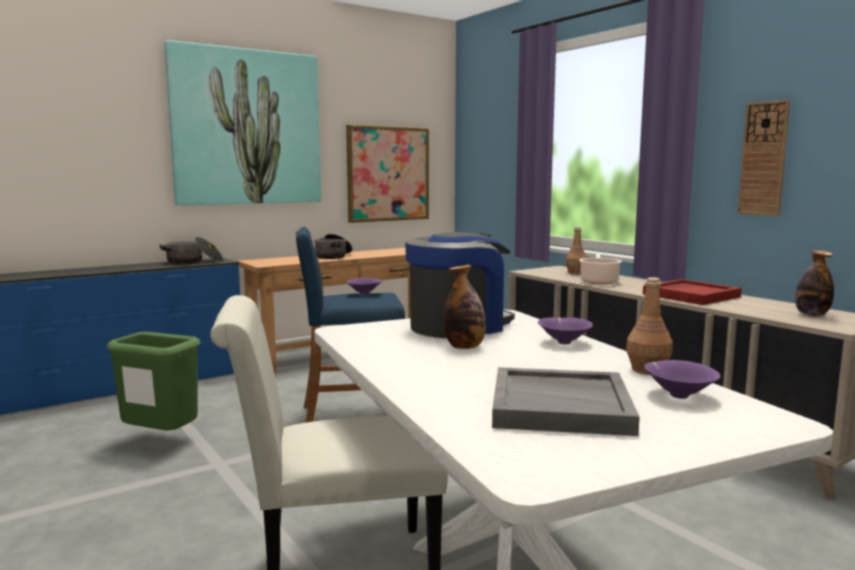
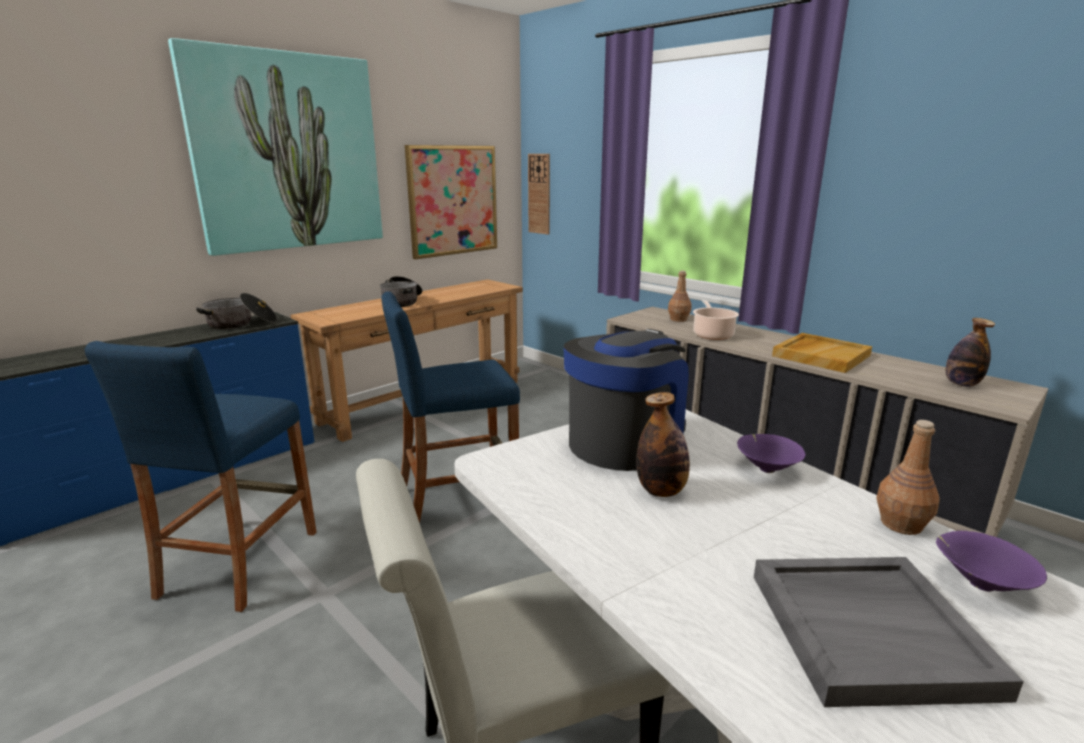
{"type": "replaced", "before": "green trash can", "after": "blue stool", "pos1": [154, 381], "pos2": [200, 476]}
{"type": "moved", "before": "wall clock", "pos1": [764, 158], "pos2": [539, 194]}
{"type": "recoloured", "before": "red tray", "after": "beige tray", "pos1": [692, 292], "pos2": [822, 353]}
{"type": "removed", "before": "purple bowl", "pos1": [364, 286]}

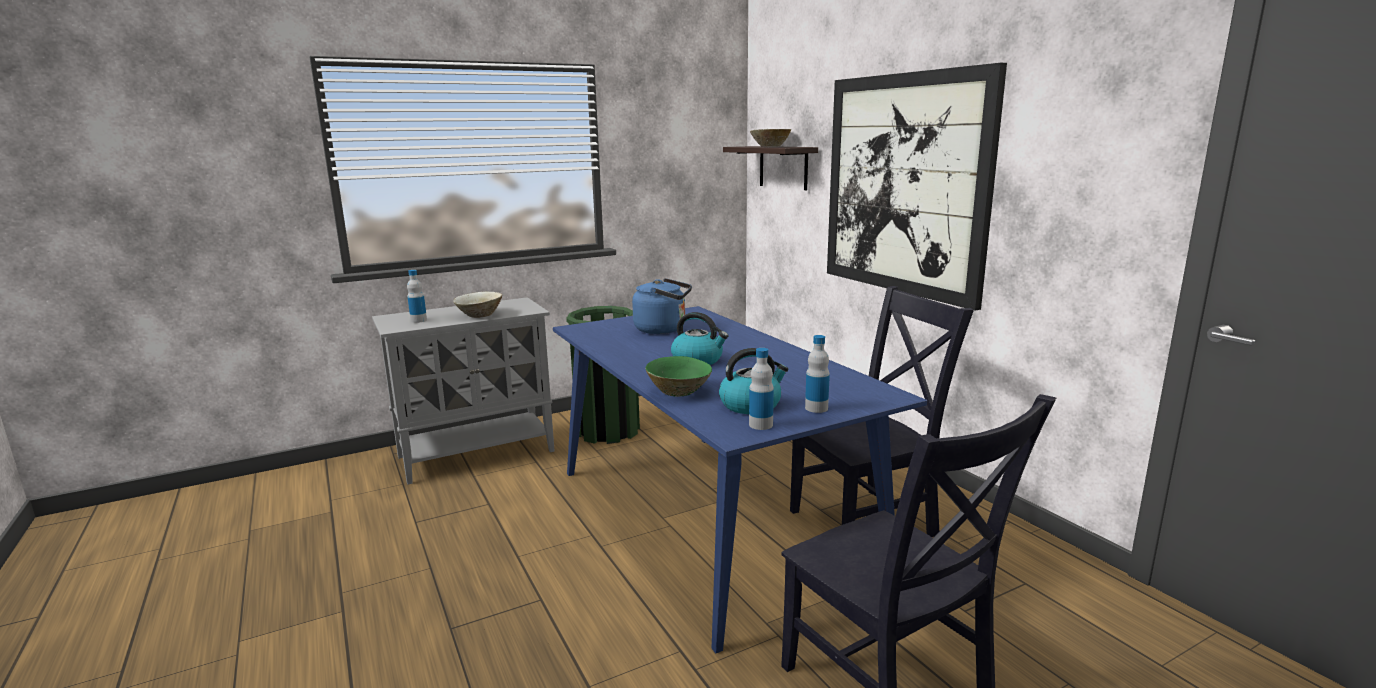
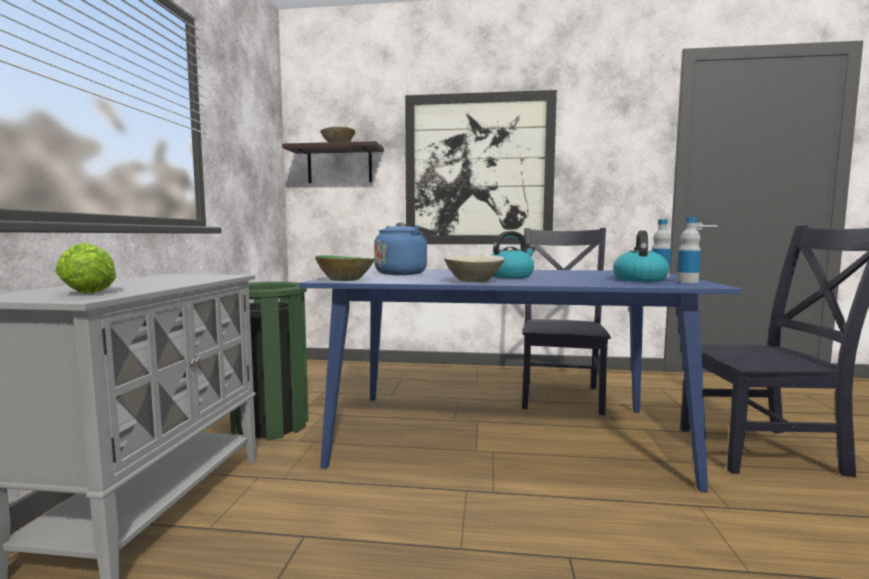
{"type": "replaced", "before": "bottle", "after": "lettuce", "pos1": [417, 296], "pos2": [86, 268]}
{"type": "moved", "before": "green bowl", "pos1": [678, 376], "pos2": [345, 268]}
{"type": "moved", "before": "beige bowl", "pos1": [477, 305], "pos2": [474, 268]}

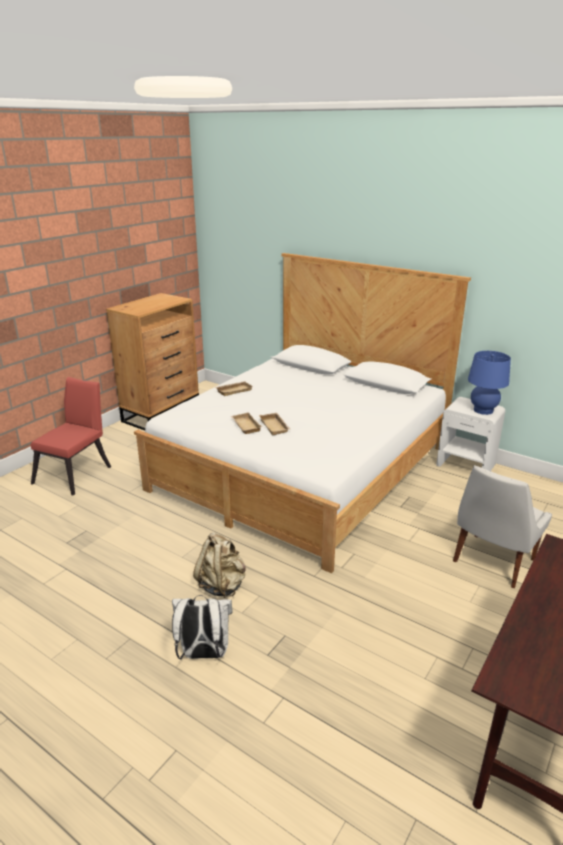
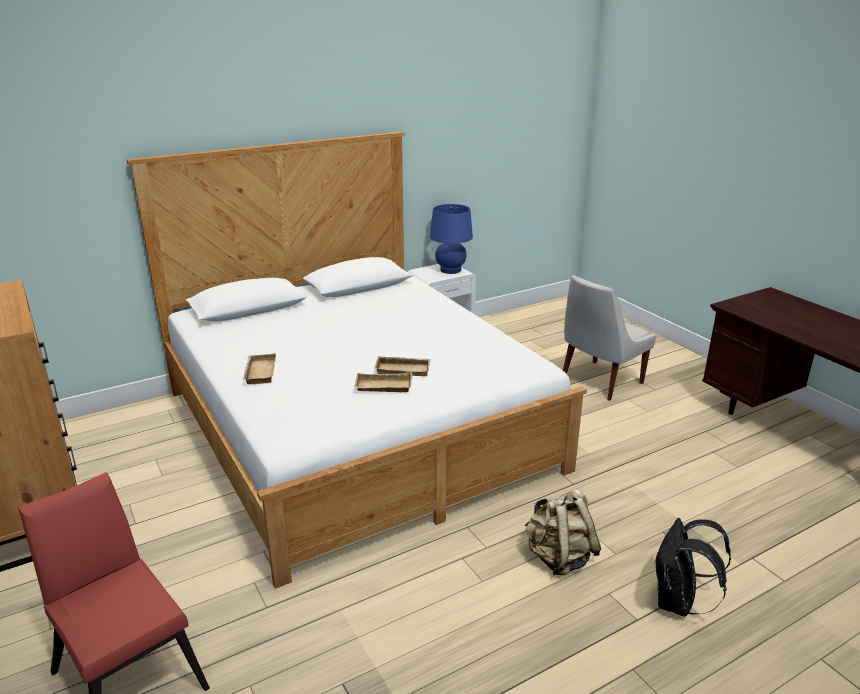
{"type": "turned", "before": "white chair", "pos1": [502, 526], "pos2": [609, 338], "turn": 75}
{"type": "recoloured", "before": "white backpack", "after": "black backpack", "pos1": [202, 627], "pos2": [692, 567]}

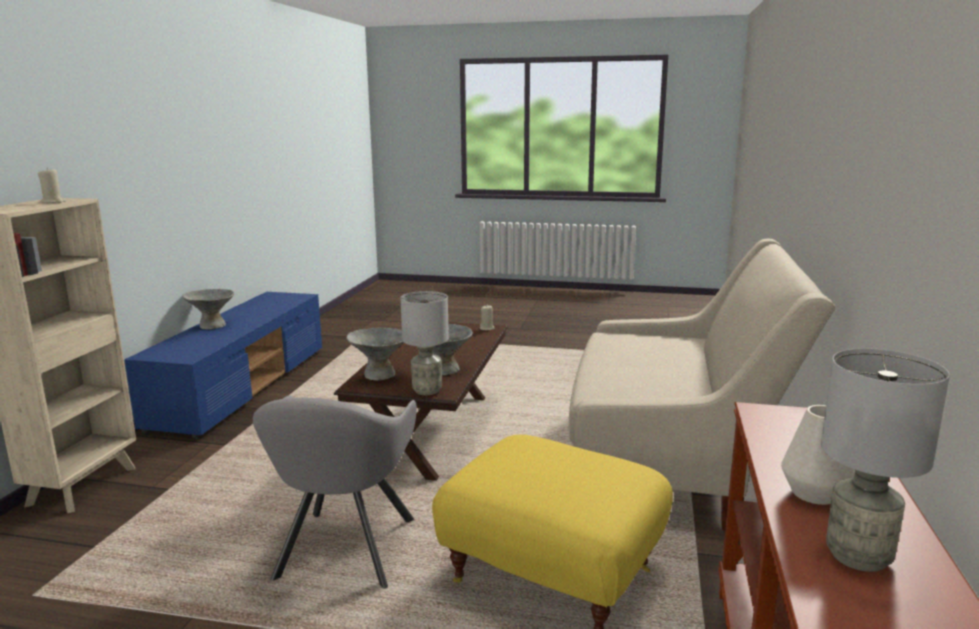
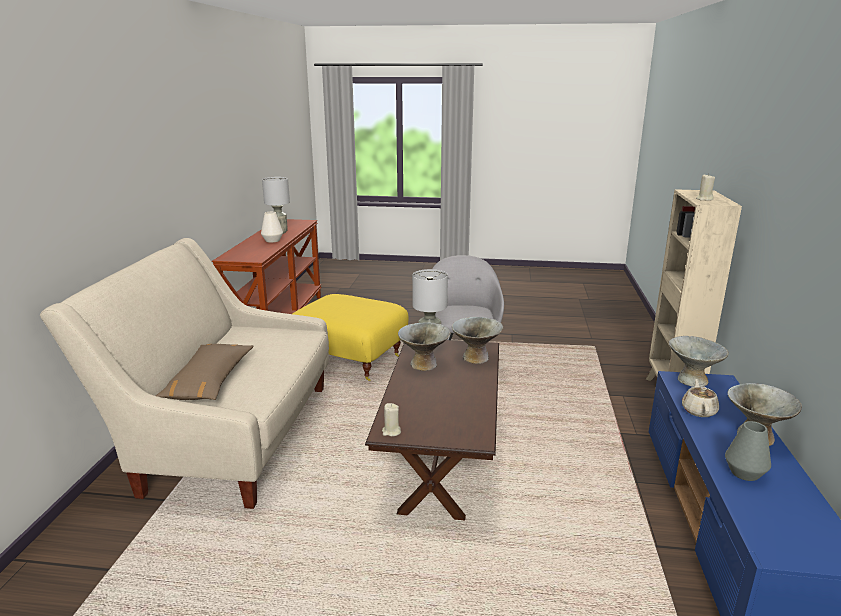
{"type": "added", "after": "brown pillow", "pos2": [205, 372]}
{"type": "added", "after": "grey bowl", "pos2": [699, 361]}
{"type": "added", "after": "beige teapot", "pos2": [700, 398]}
{"type": "added", "after": "grey vase", "pos2": [748, 451]}

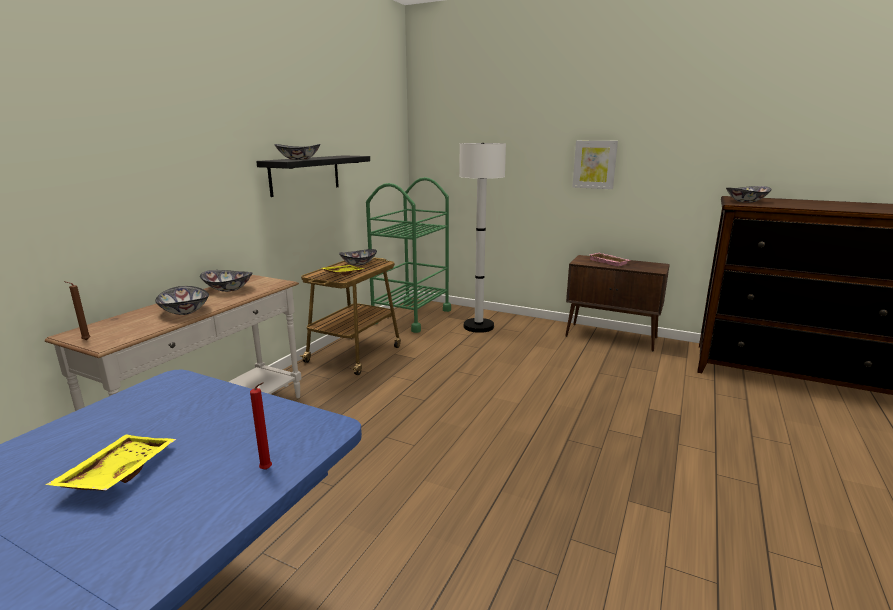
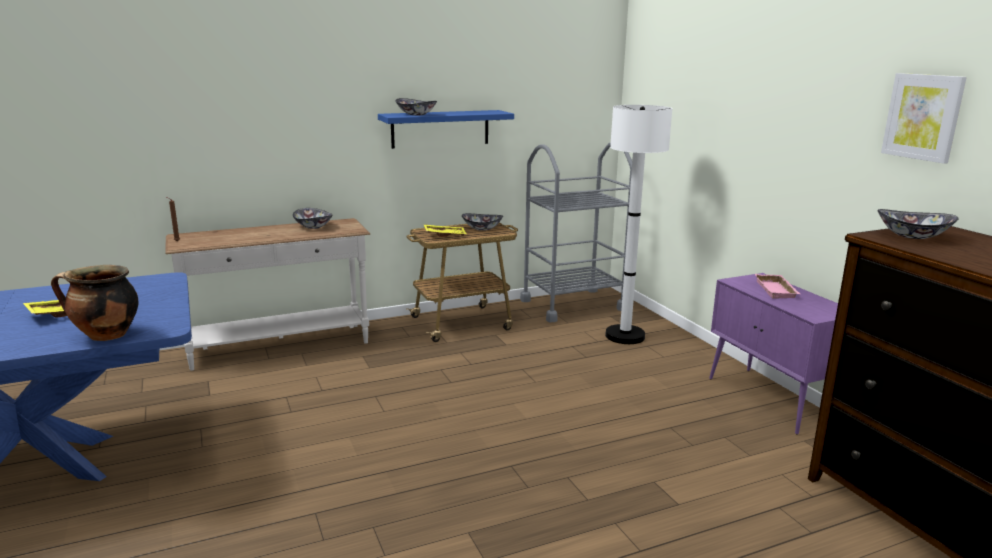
{"type": "replaced", "before": "red candle", "after": "cooking pot", "pos1": [261, 426], "pos2": [94, 303]}
{"type": "recoloured", "before": "black shelf", "after": "blue shelf", "pos1": [313, 176], "pos2": [446, 129]}
{"type": "recoloured", "before": "green cart", "after": "grey cart", "pos1": [408, 255], "pos2": [576, 232]}
{"type": "recoloured", "before": "brown cabinet", "after": "purple cabinet", "pos1": [617, 303], "pos2": [773, 354]}
{"type": "moved", "before": "picture", "pos1": [595, 165], "pos2": [924, 118]}
{"type": "removed", "before": "bowl", "pos1": [182, 300]}

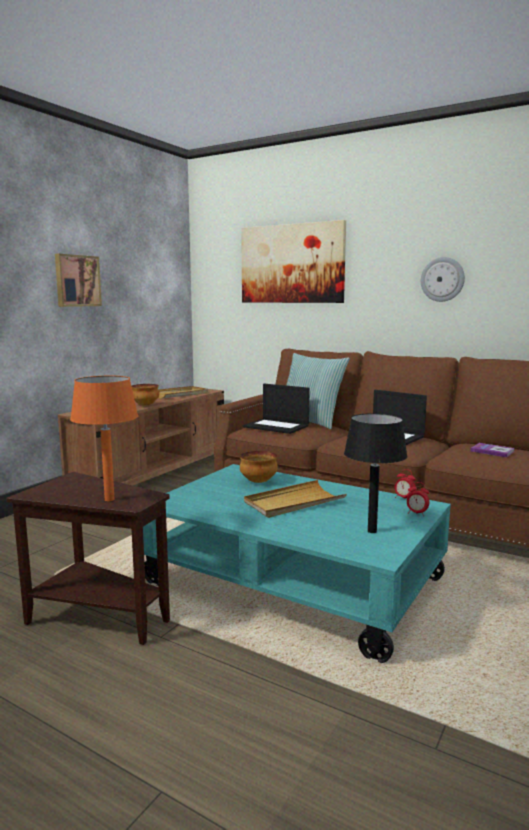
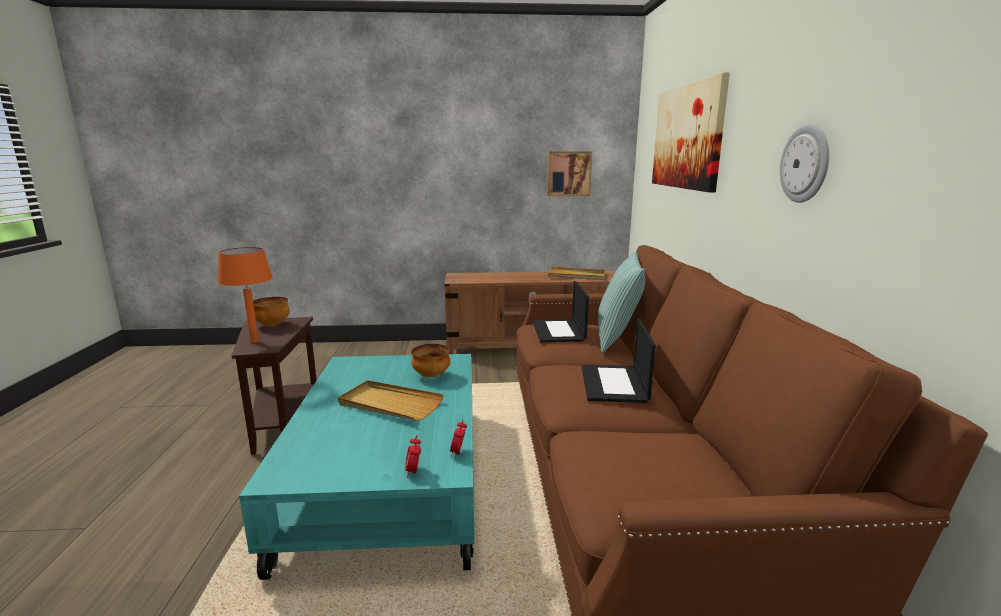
{"type": "moved", "before": "bowl", "pos1": [145, 395], "pos2": [271, 311]}
{"type": "moved", "before": "picture", "pos1": [78, 280], "pos2": [569, 173]}
{"type": "removed", "before": "black table lamp", "pos1": [376, 473]}
{"type": "removed", "before": "book", "pos1": [492, 450]}

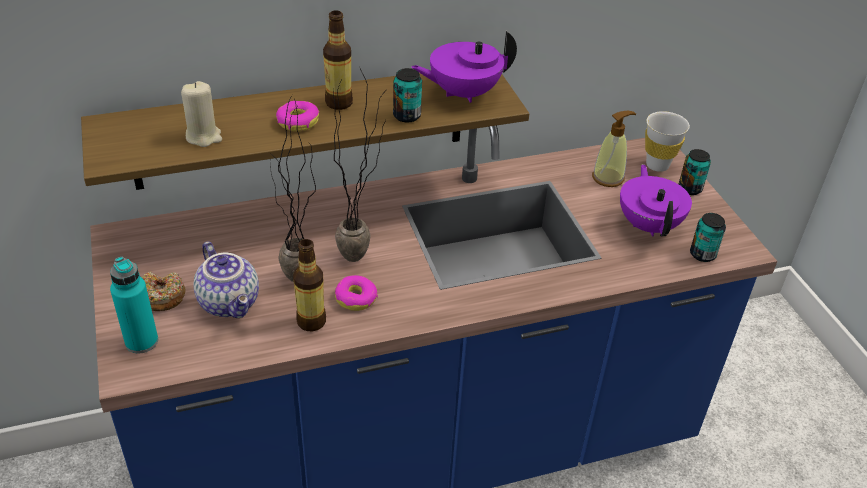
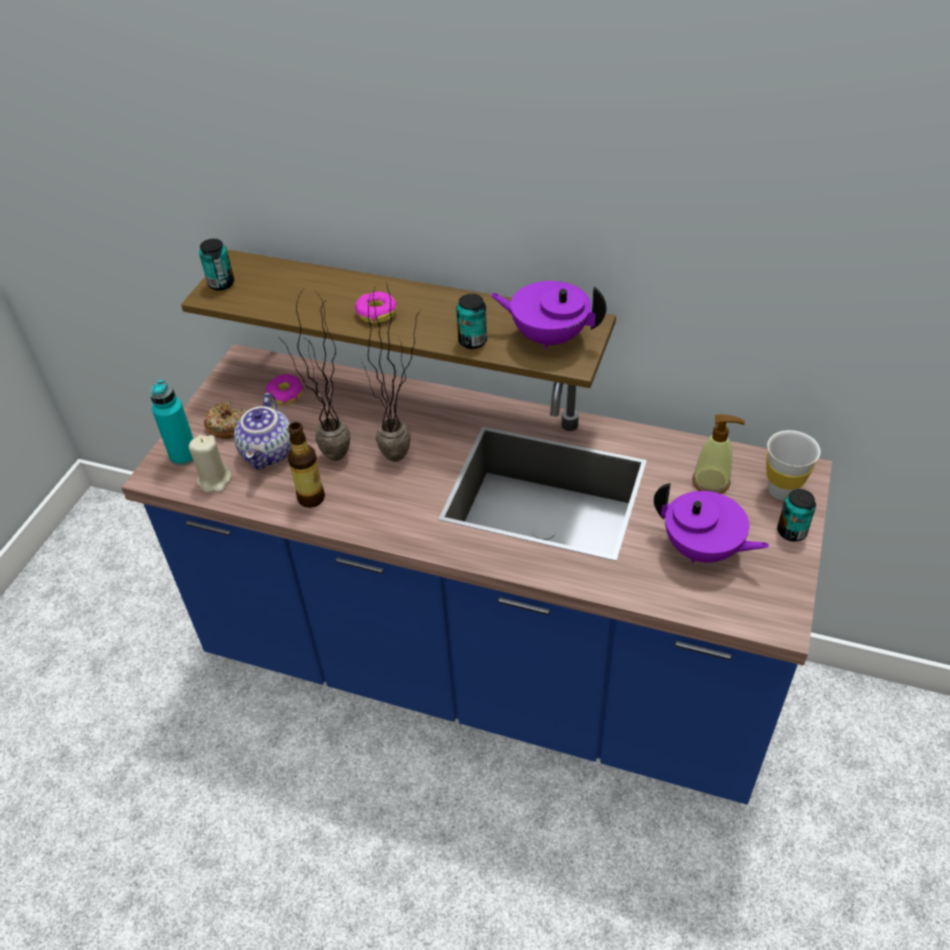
{"type": "moved", "before": "beige candle", "pos1": [201, 114], "pos2": [210, 464]}
{"type": "moved", "before": "can", "pos1": [708, 237], "pos2": [216, 264]}
{"type": "moved", "before": "donut", "pos1": [356, 293], "pos2": [285, 389]}
{"type": "turned", "before": "purple teapot", "pos1": [656, 200], "pos2": [712, 523], "turn": 90}
{"type": "removed", "before": "bottle", "pos1": [338, 60]}

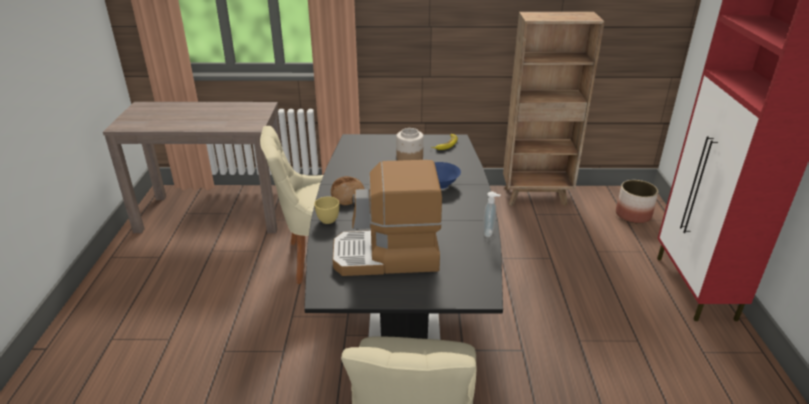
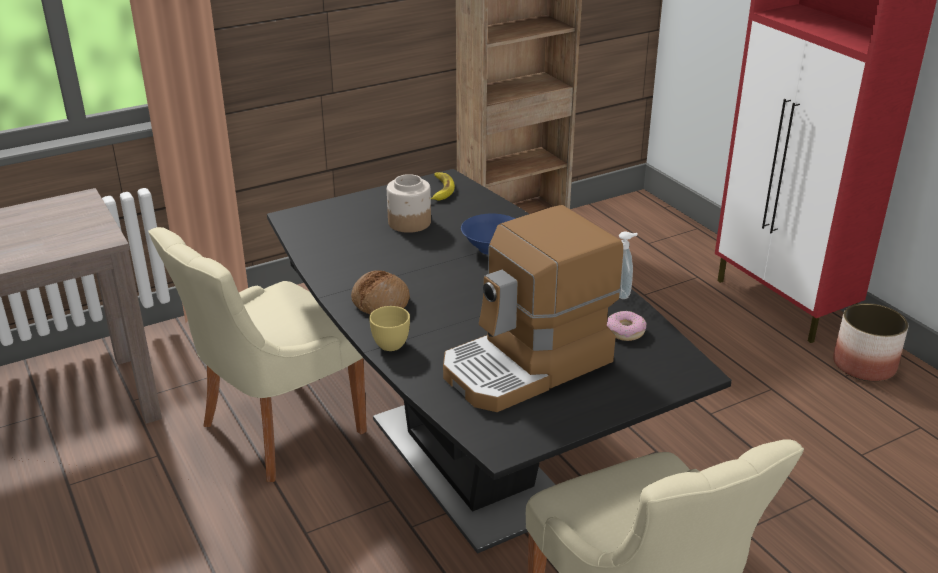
{"type": "added", "after": "donut", "pos2": [626, 326]}
{"type": "moved", "before": "planter", "pos1": [637, 202], "pos2": [870, 342]}

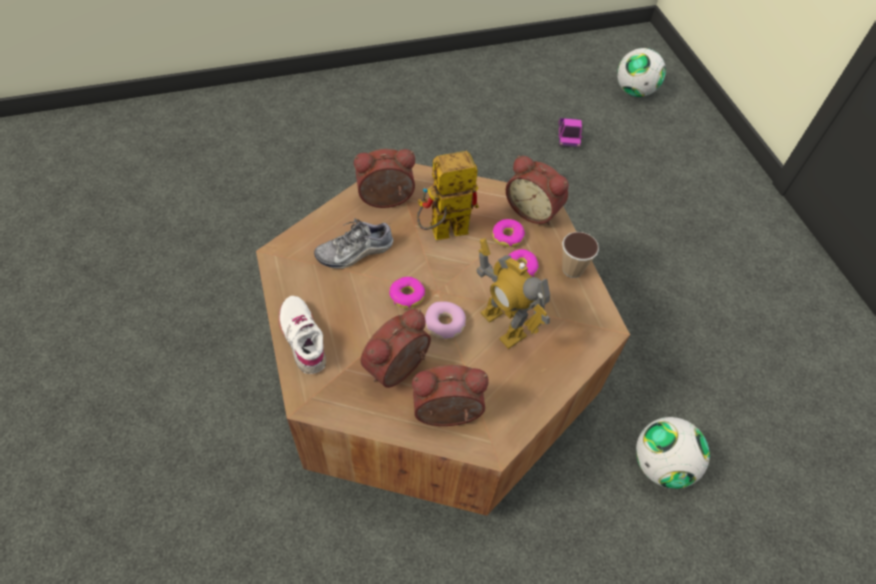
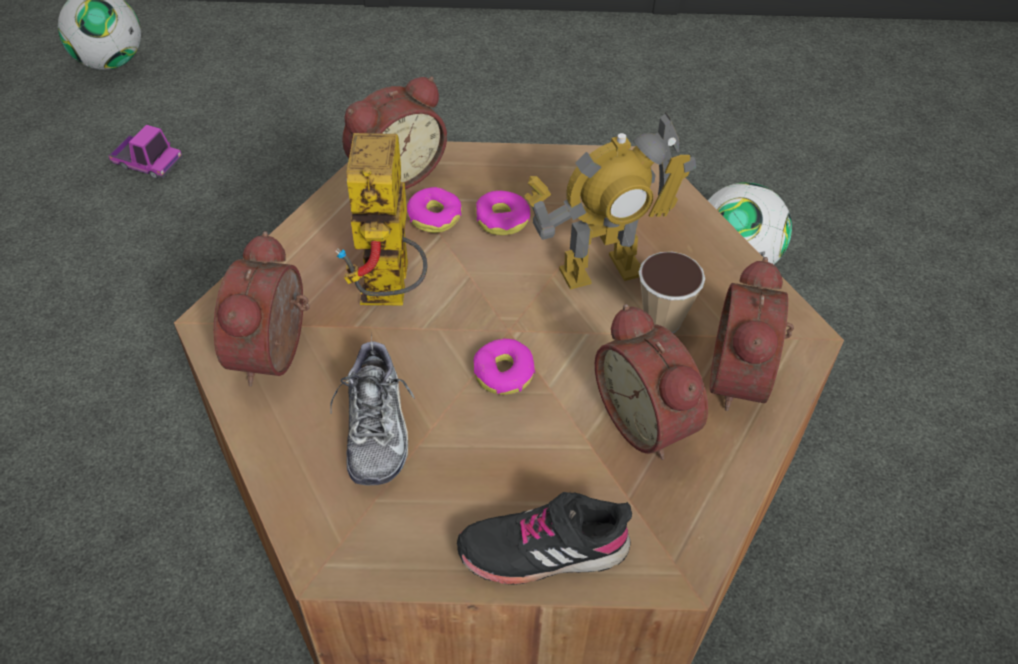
{"type": "recoloured", "before": "white shoe", "after": "black shoe", "pos1": [302, 335], "pos2": [544, 538]}
{"type": "moved", "before": "cup", "pos1": [580, 255], "pos2": [672, 292]}
{"type": "removed", "before": "donut", "pos1": [445, 320]}

